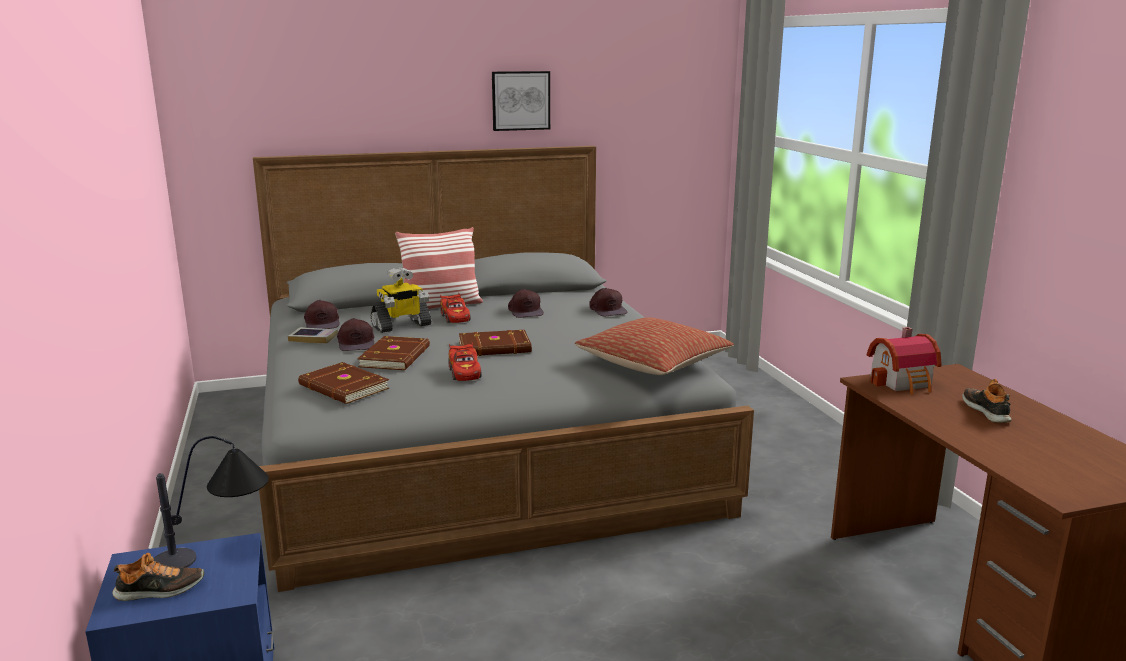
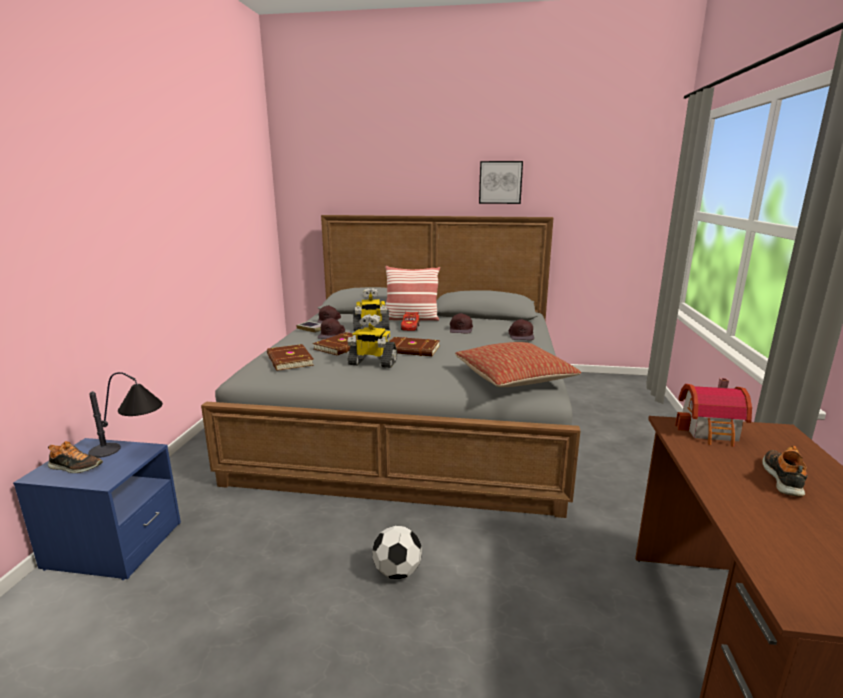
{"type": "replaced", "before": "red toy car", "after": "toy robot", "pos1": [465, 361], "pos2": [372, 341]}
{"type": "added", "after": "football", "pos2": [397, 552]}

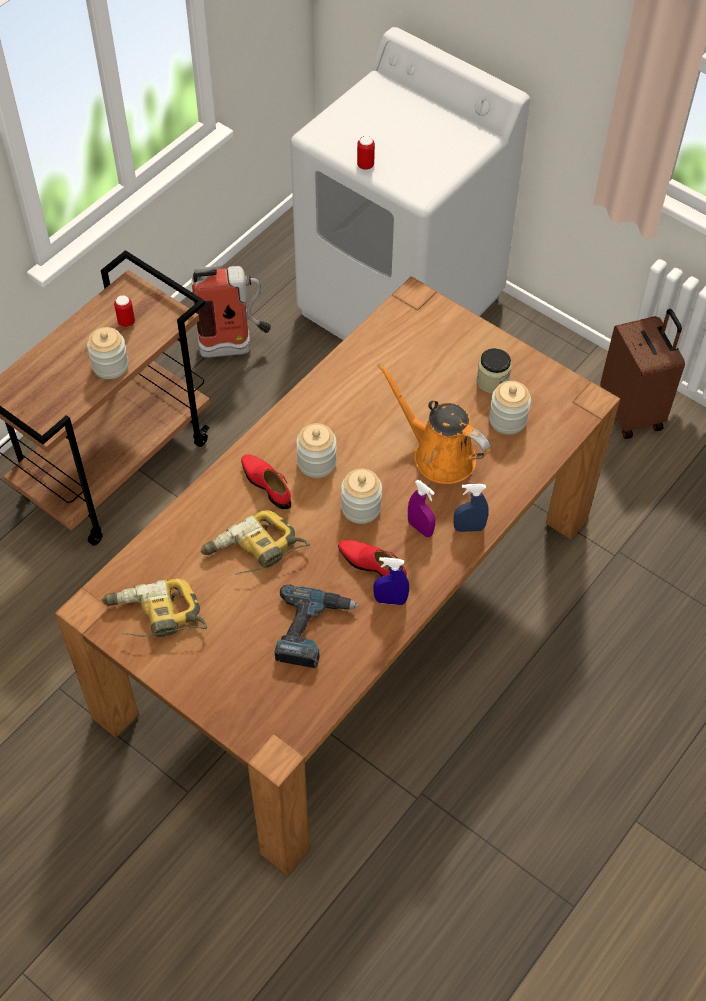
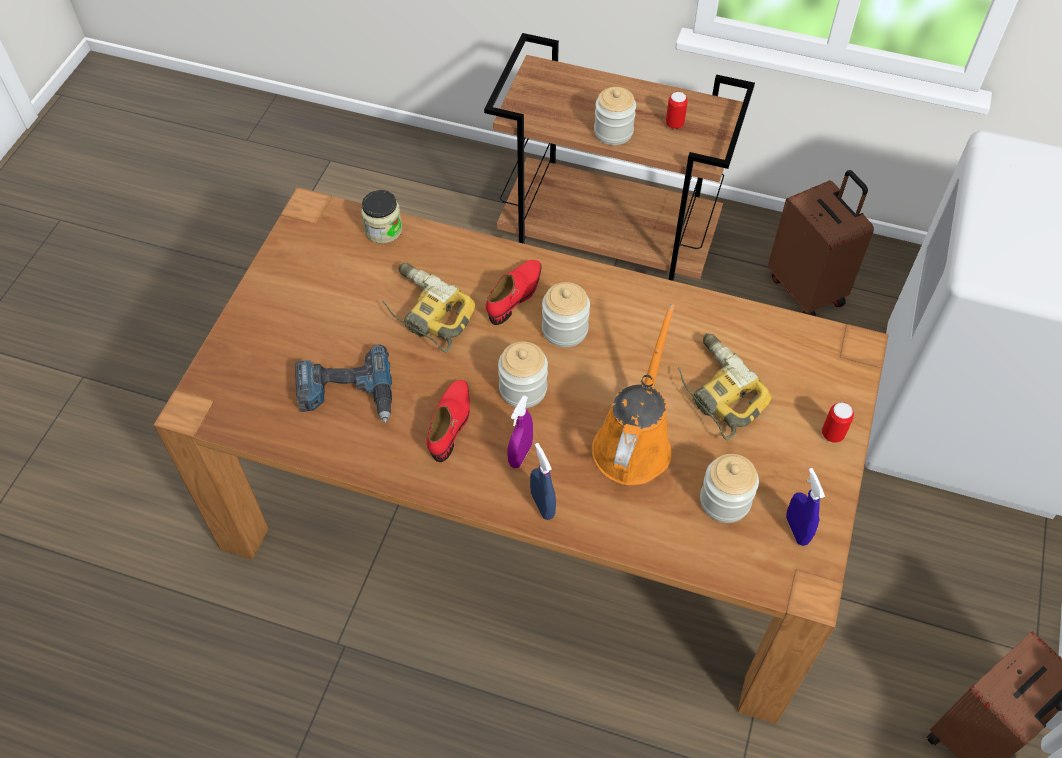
{"type": "moved", "before": "jar", "pos1": [494, 371], "pos2": [381, 217]}
{"type": "moved", "before": "power drill", "pos1": [154, 608], "pos2": [724, 387]}
{"type": "replaced", "before": "fire extinguisher", "after": "brown suitcase", "pos1": [231, 311], "pos2": [821, 243]}
{"type": "moved", "before": "blue spray bottle", "pos1": [391, 581], "pos2": [805, 507]}
{"type": "moved", "before": "can", "pos1": [366, 153], "pos2": [838, 422]}

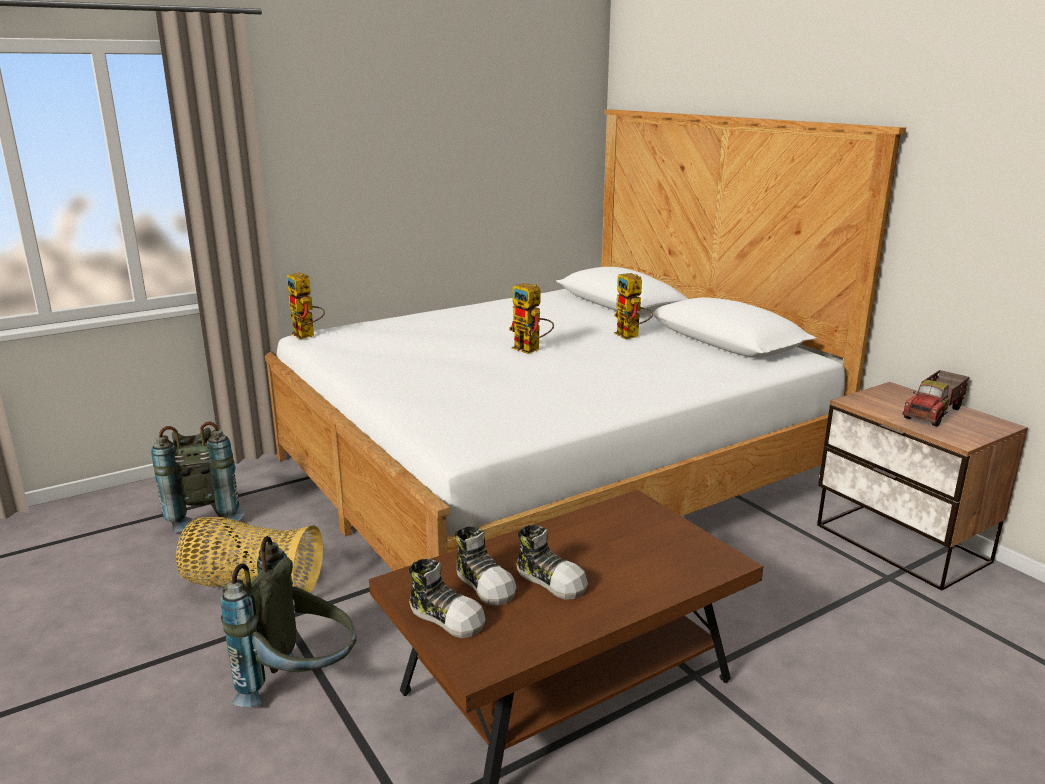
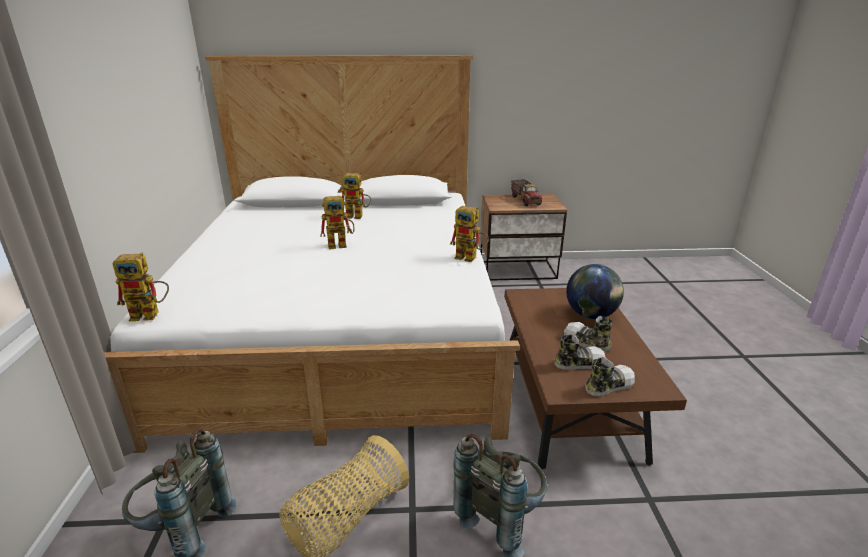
{"type": "added", "after": "toy robot", "pos2": [469, 234]}
{"type": "turned", "before": "shoe", "pos1": [552, 562], "pos2": [588, 334], "turn": -120}
{"type": "added", "after": "globe", "pos2": [595, 291]}

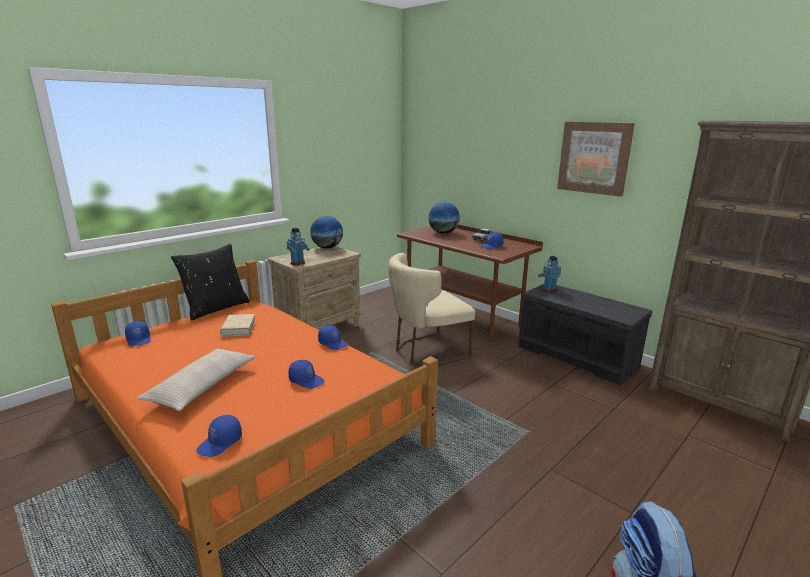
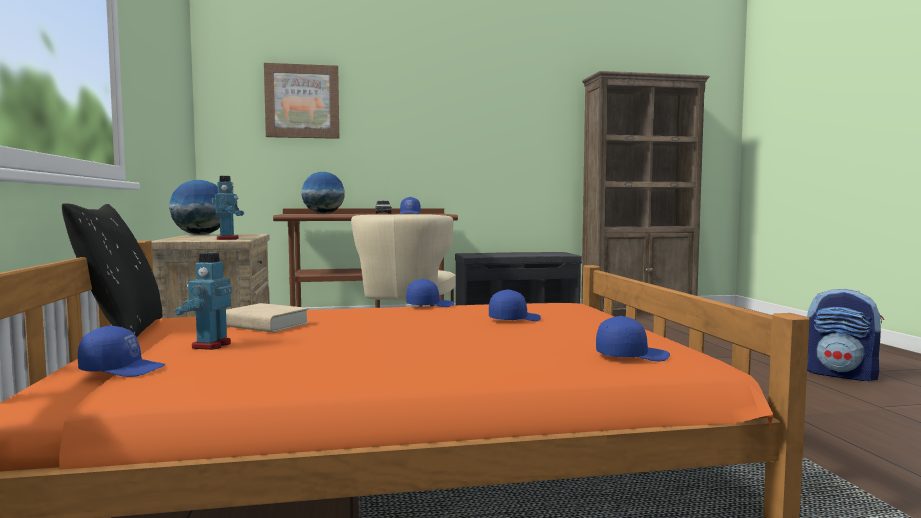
{"type": "moved", "before": "toy robot", "pos1": [549, 274], "pos2": [203, 301]}
{"type": "moved", "before": "picture", "pos1": [596, 159], "pos2": [301, 101]}
{"type": "turned", "before": "blue cap", "pos1": [219, 436], "pos2": [633, 338], "turn": -75}
{"type": "removed", "before": "beige pillow", "pos1": [195, 379]}

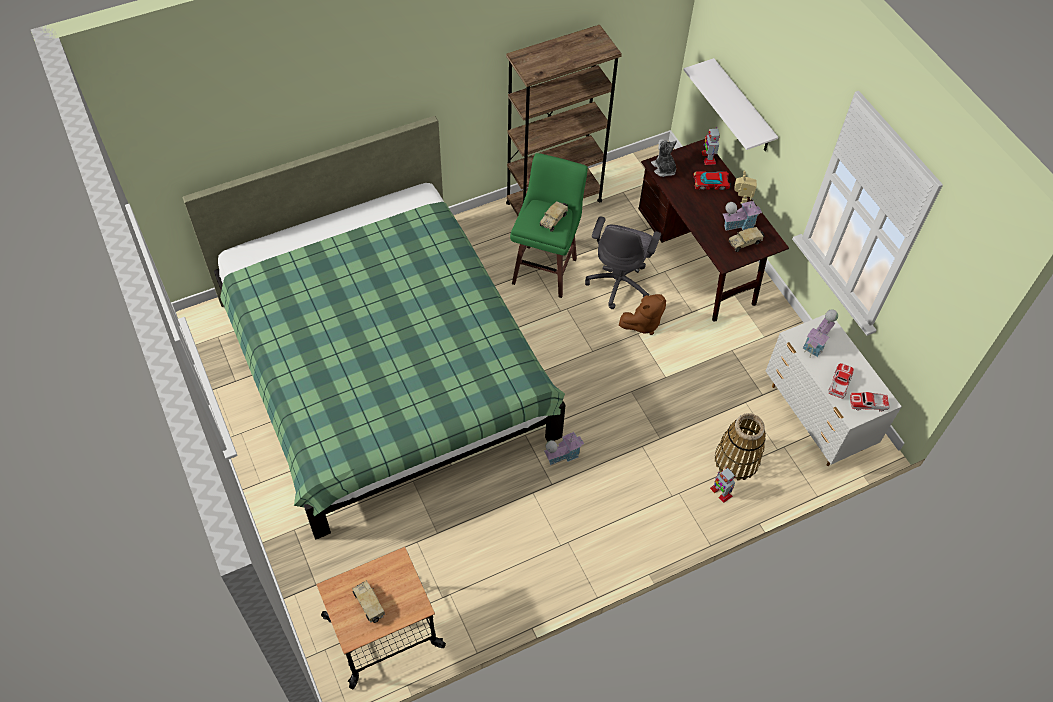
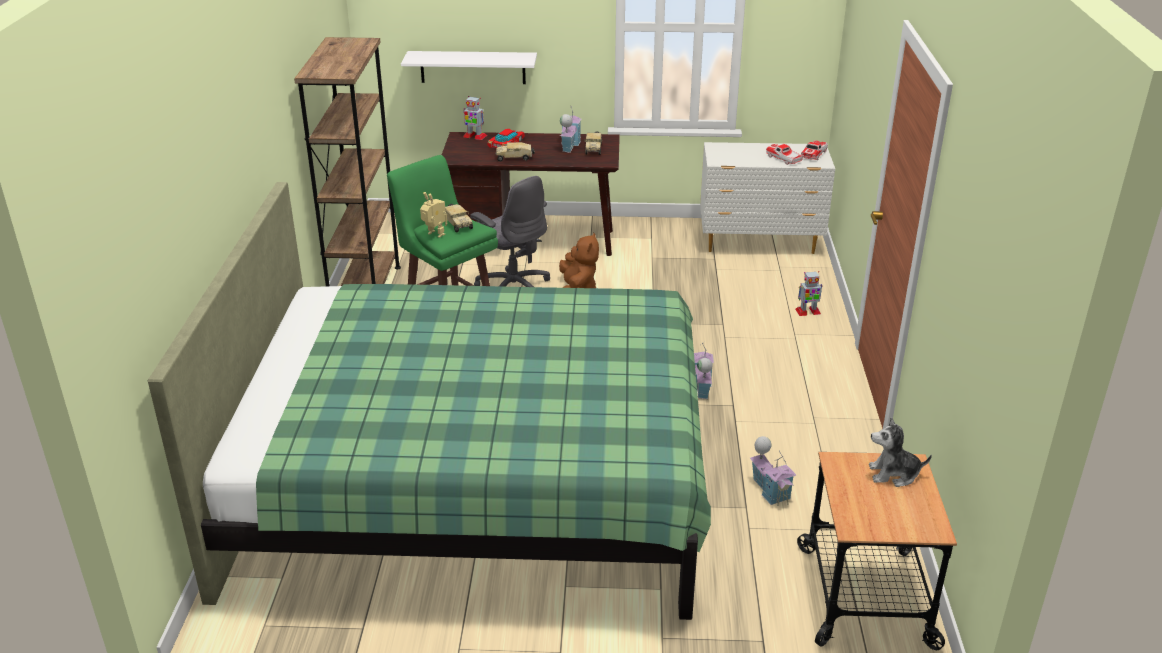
{"type": "moved", "before": "toy robot", "pos1": [746, 187], "pos2": [433, 215]}
{"type": "moved", "before": "toy truck", "pos1": [368, 602], "pos2": [515, 152]}
{"type": "moved", "before": "toy house", "pos1": [820, 333], "pos2": [773, 471]}
{"type": "moved", "before": "plush toy", "pos1": [664, 158], "pos2": [900, 452]}
{"type": "removed", "before": "basket", "pos1": [740, 447]}

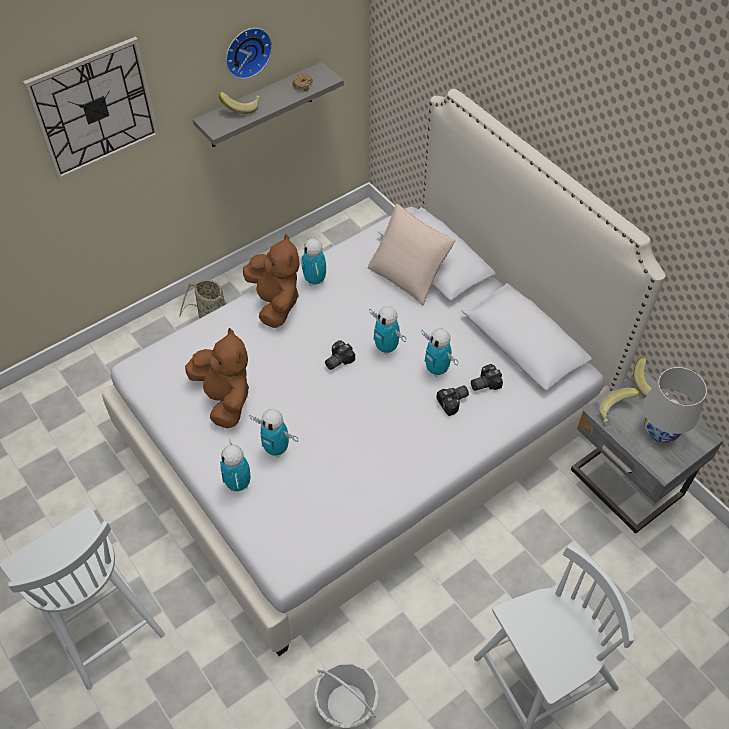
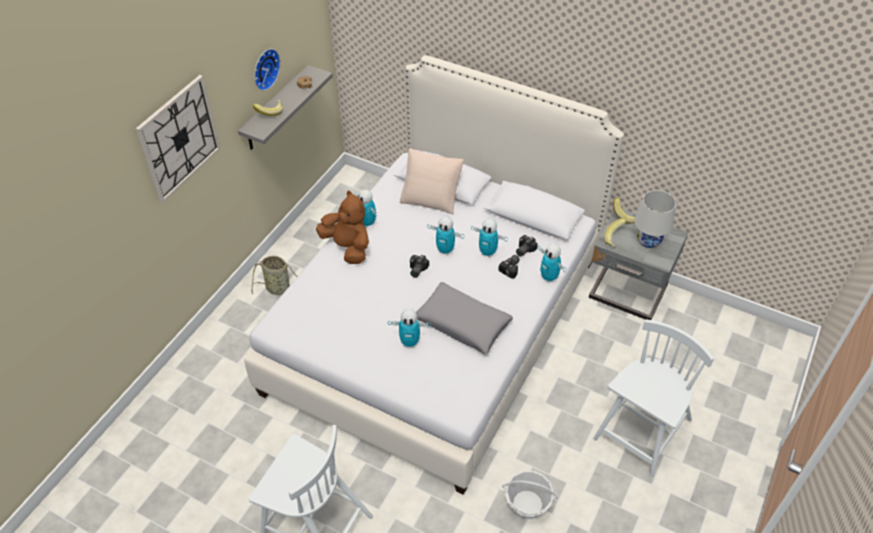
{"type": "added", "after": "grey pillow", "pos2": [464, 318]}
{"type": "moved", "before": "toy robot", "pos1": [235, 465], "pos2": [552, 263]}
{"type": "removed", "before": "brown plush toy", "pos1": [217, 378]}

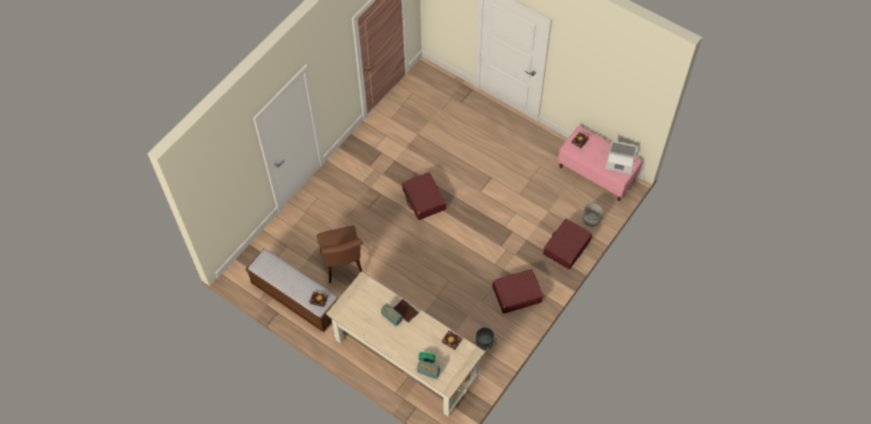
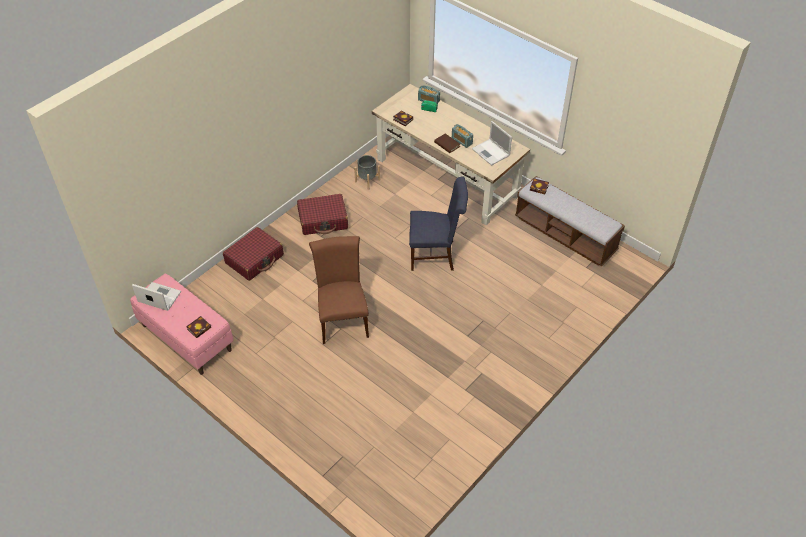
{"type": "moved", "before": "brown chair", "pos1": [340, 254], "pos2": [339, 290]}
{"type": "added", "after": "blue chair", "pos2": [438, 223]}
{"type": "added", "after": "laptop", "pos2": [492, 143]}
{"type": "removed", "before": "red suitcase", "pos1": [424, 196]}
{"type": "removed", "before": "planter", "pos1": [593, 214]}

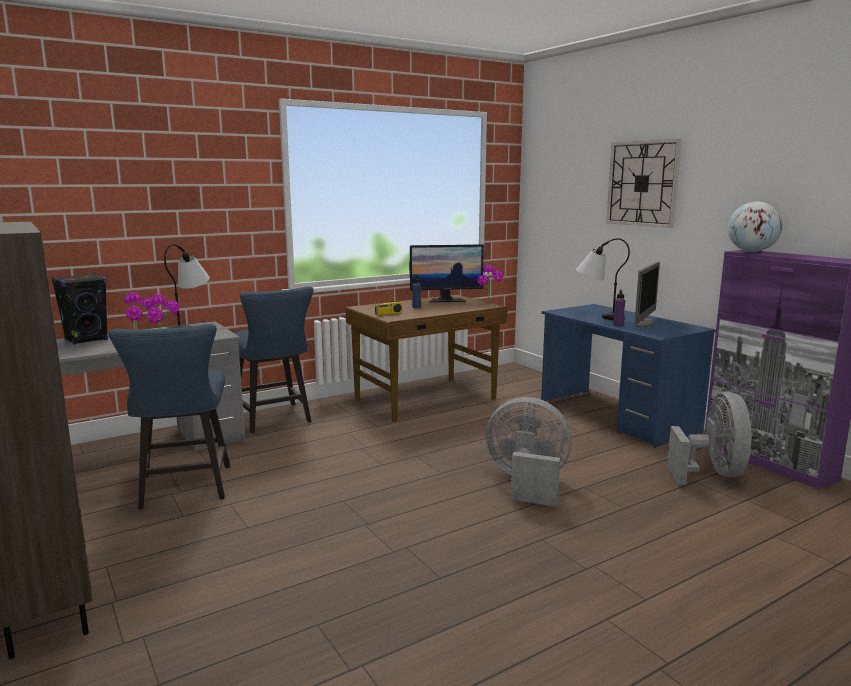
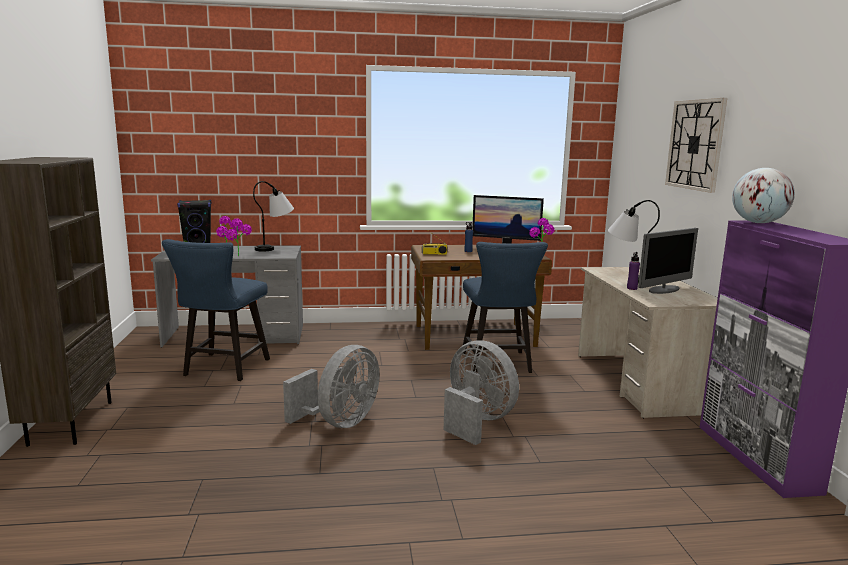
{"type": "moved", "before": "grey fan", "pos1": [710, 438], "pos2": [331, 386]}
{"type": "moved", "before": "blue chair", "pos1": [274, 359], "pos2": [505, 307]}
{"type": "recoloured", "before": "blue desk", "after": "beige desk", "pos1": [628, 376], "pos2": [648, 342]}

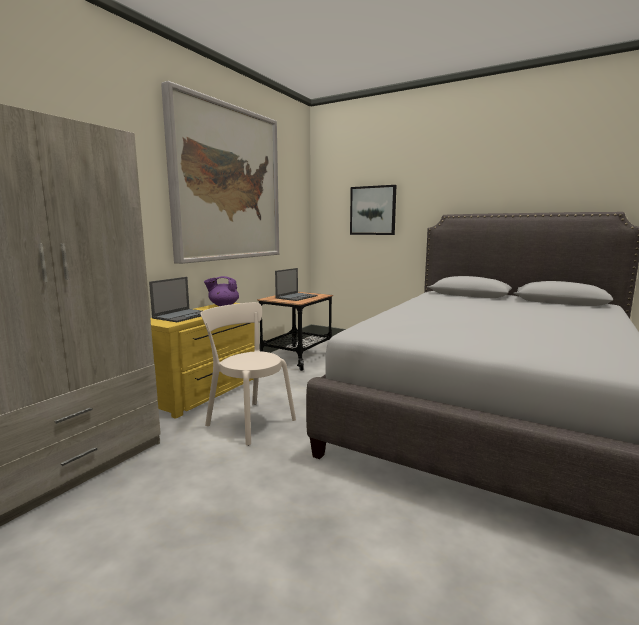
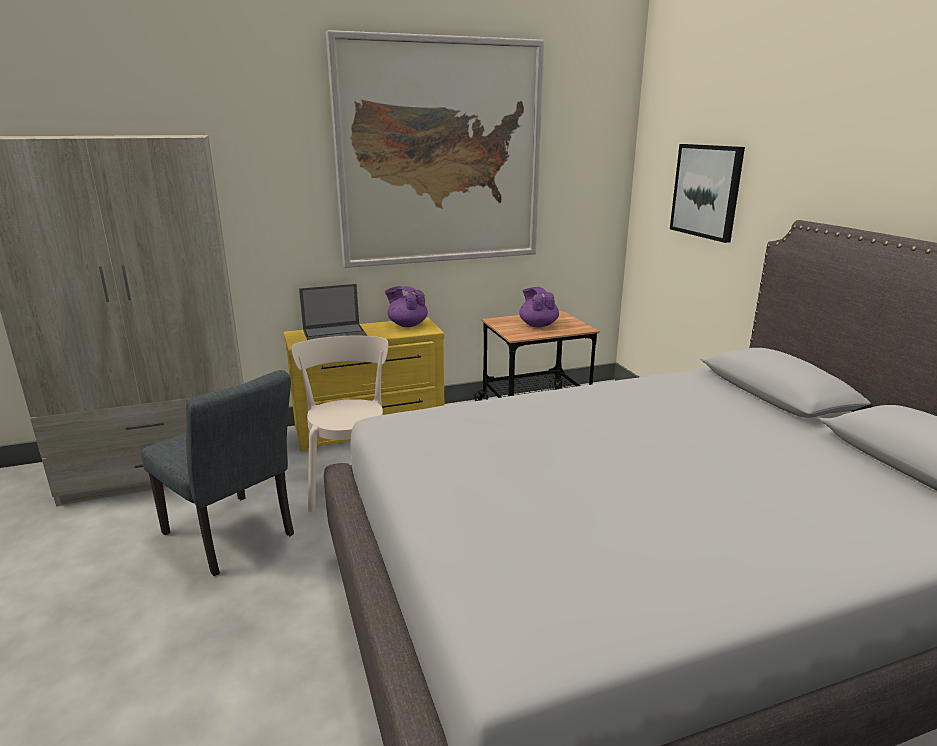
{"type": "added", "after": "grey chair", "pos2": [217, 473]}
{"type": "replaced", "before": "laptop", "after": "purple teapot", "pos1": [296, 284], "pos2": [539, 307]}

